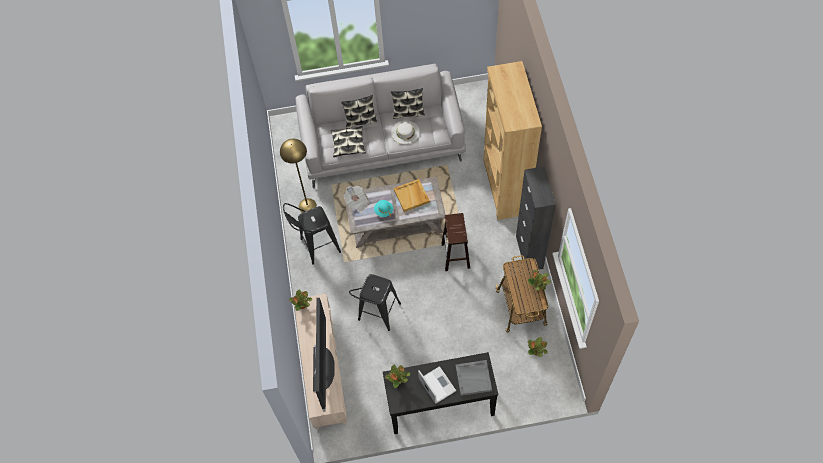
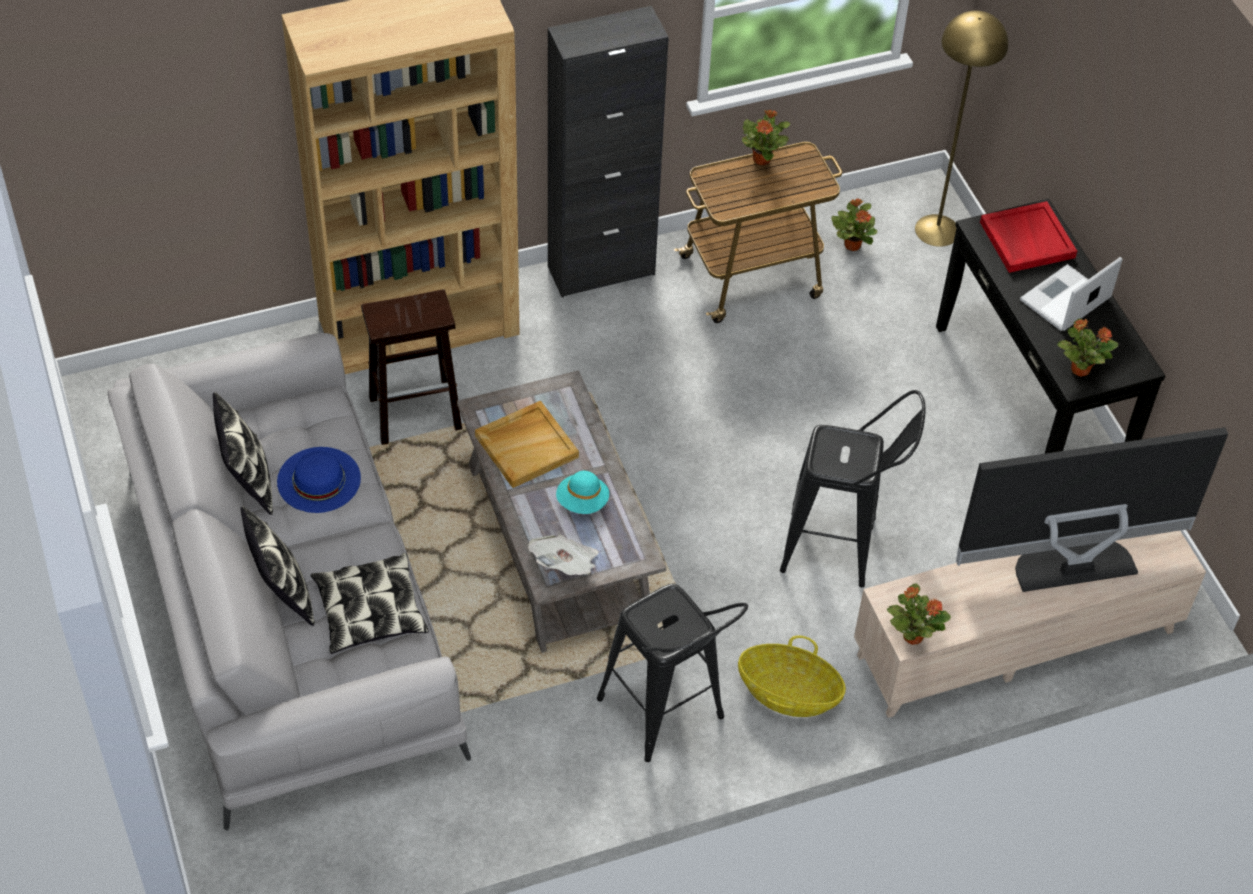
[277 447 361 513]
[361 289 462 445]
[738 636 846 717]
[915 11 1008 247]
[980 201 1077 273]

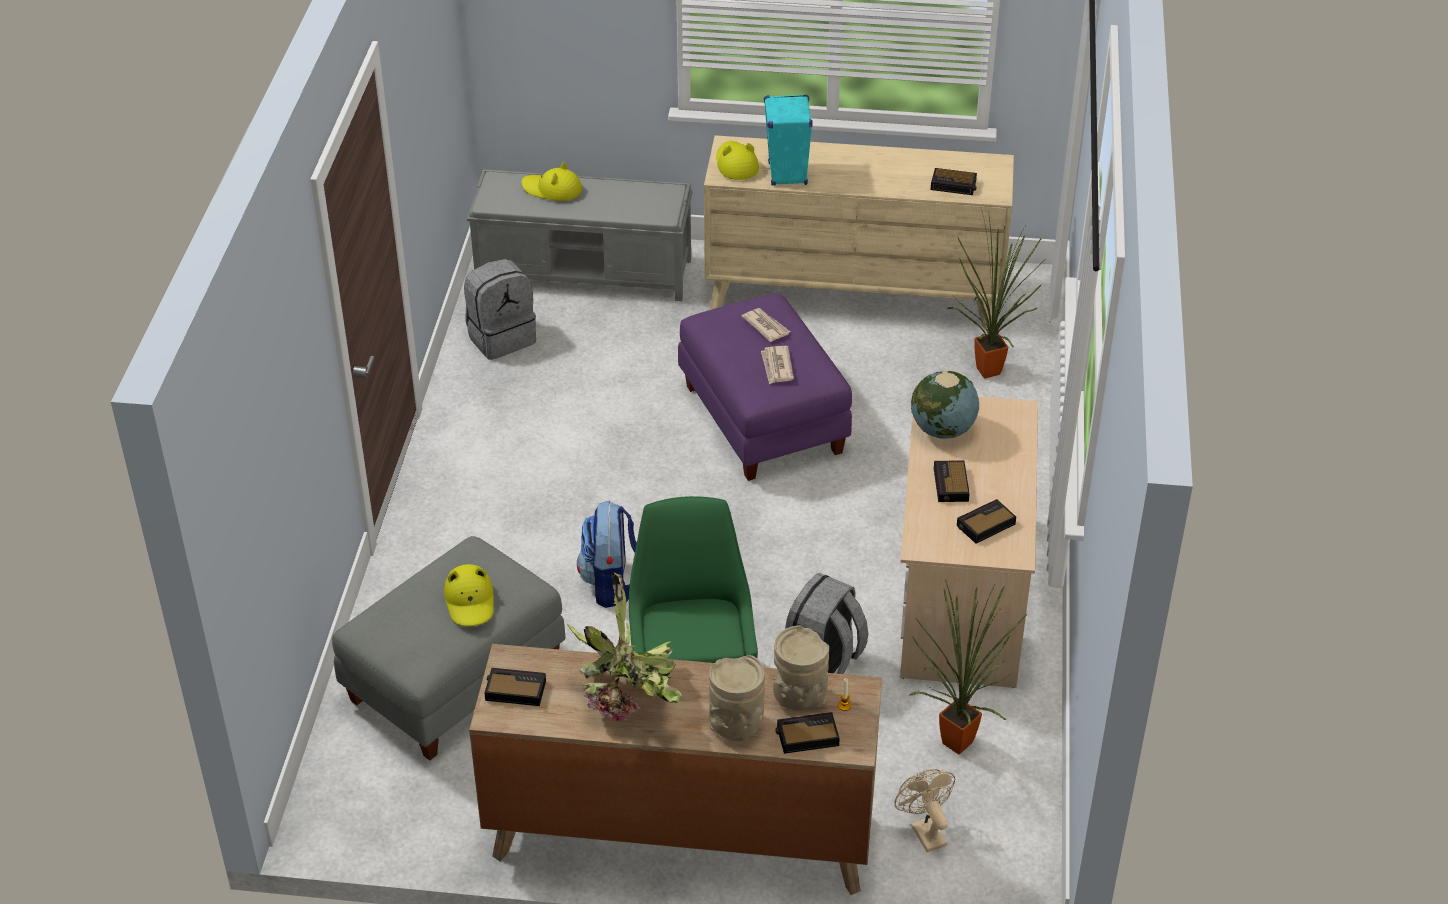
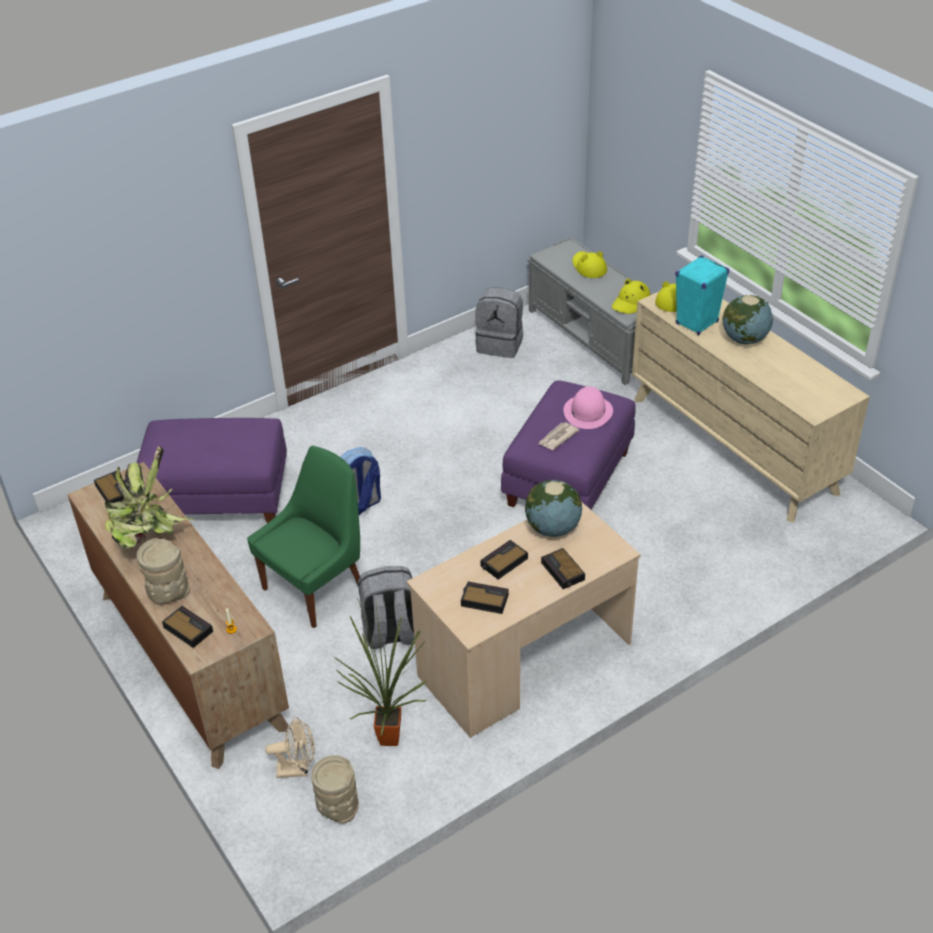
[136 418 287 523]
[265 717 314 778]
[311 755 359 823]
[541 548 585 589]
[563 386 613 429]
[612 279 650 314]
[723 295 773 344]
[947 209 1042 378] (first image)

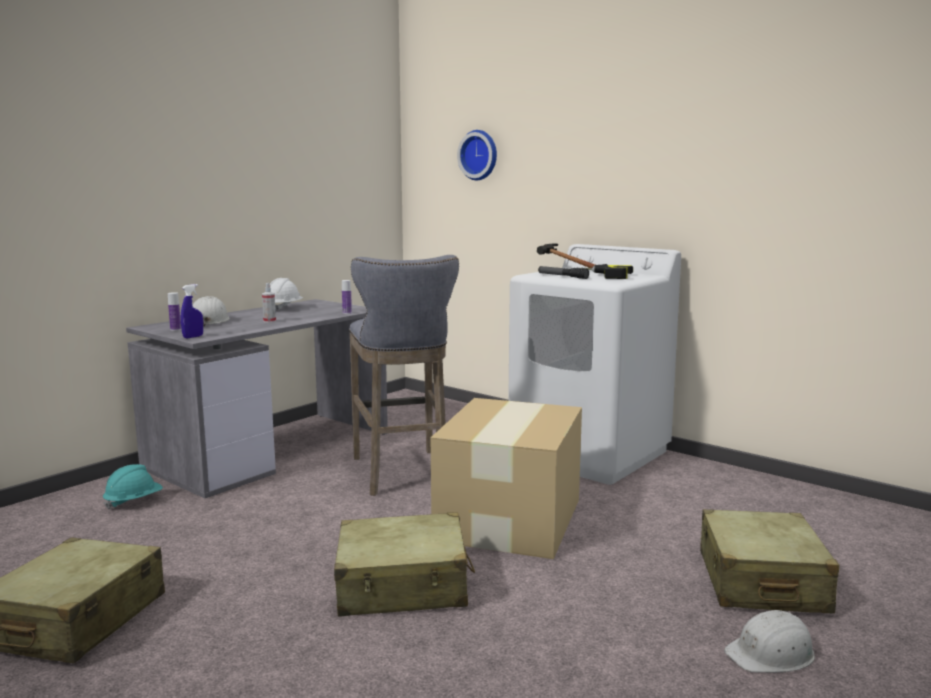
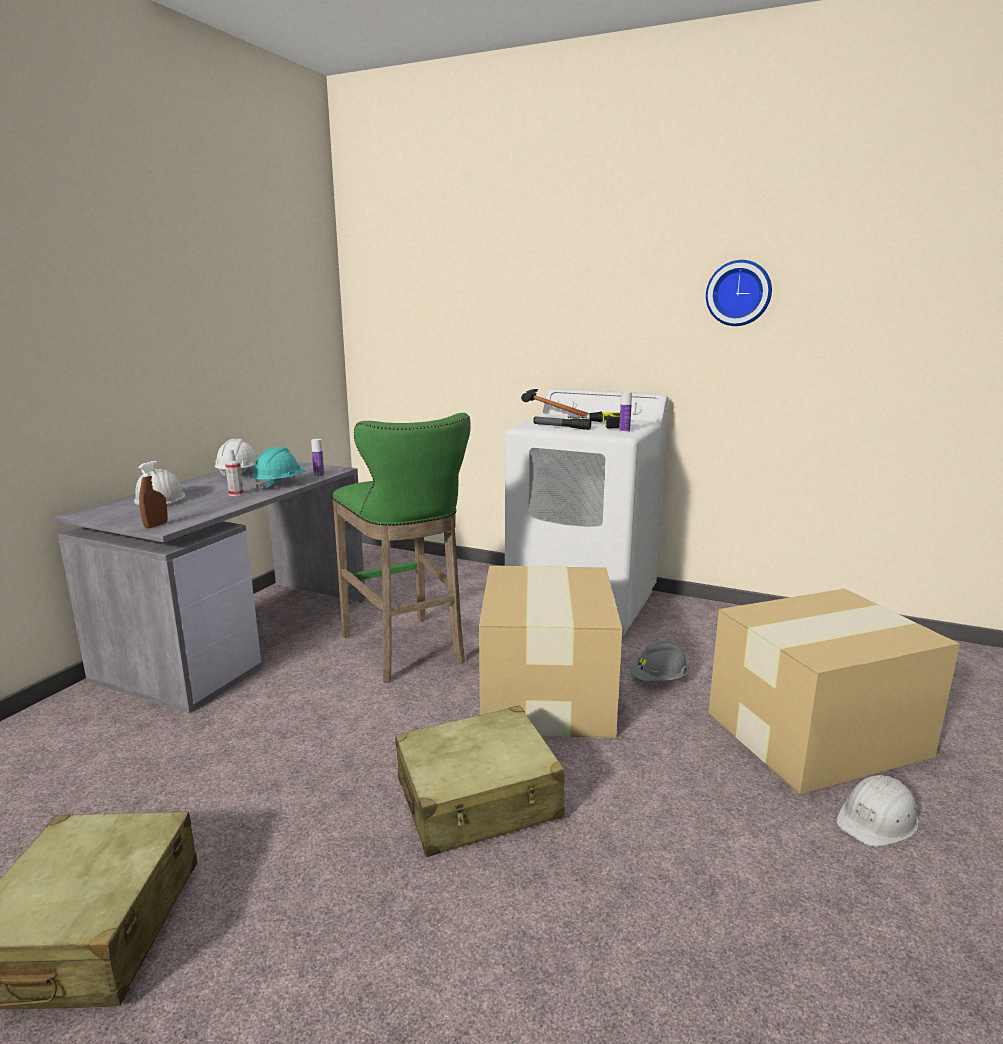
[138 461 168 528]
[252 447 306 490]
[332 413 470 683]
[619 392 632 432]
[630 641 689 681]
[706 260 772 326]
[709 588 960 794]

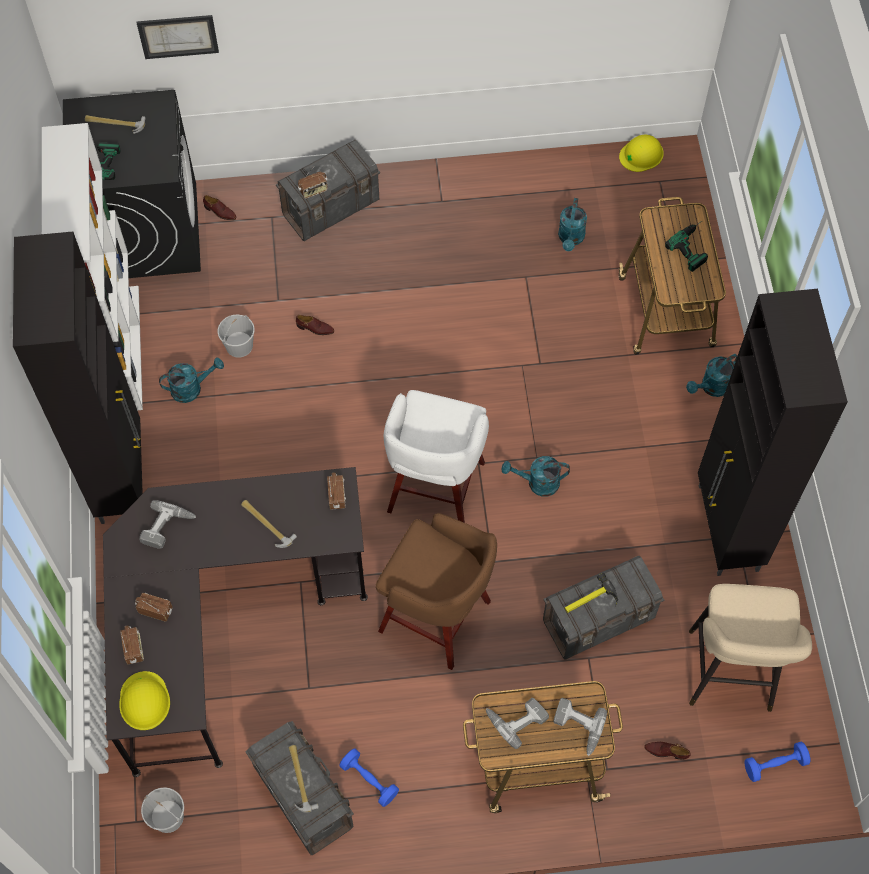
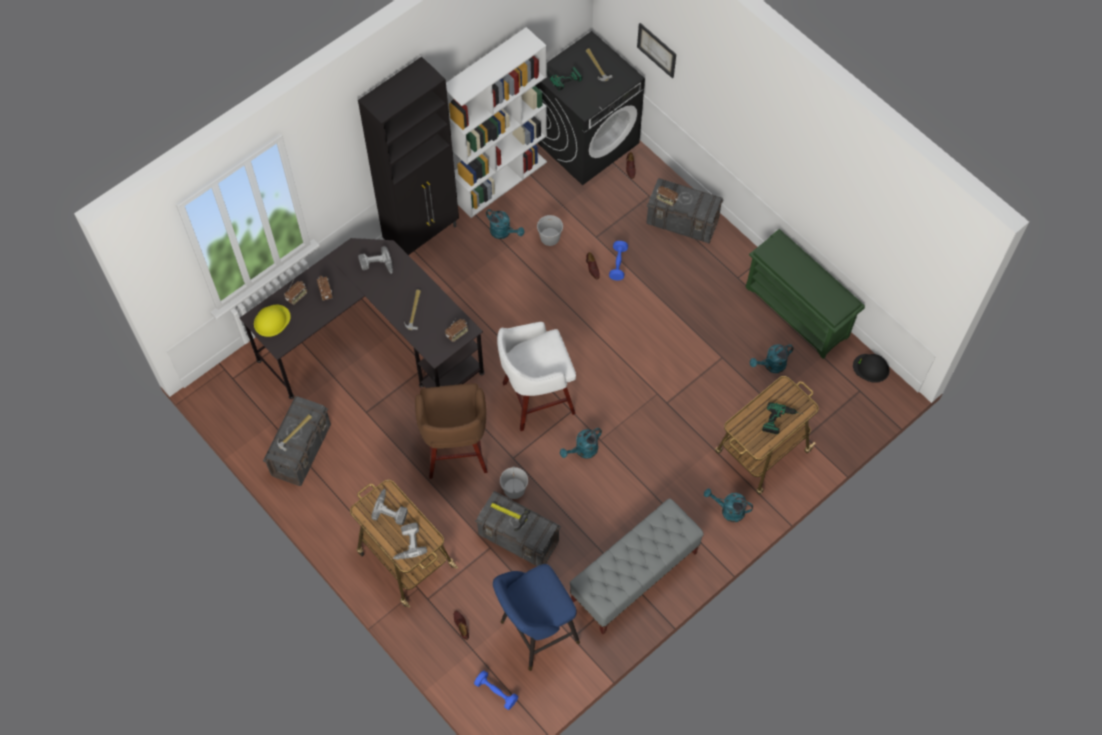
[493 564 580 671]
[500 466 528 499]
[560 428 602 459]
[570 498 704 634]
[609 241 628 281]
[745 229 865 359]
[853 354 890 383]

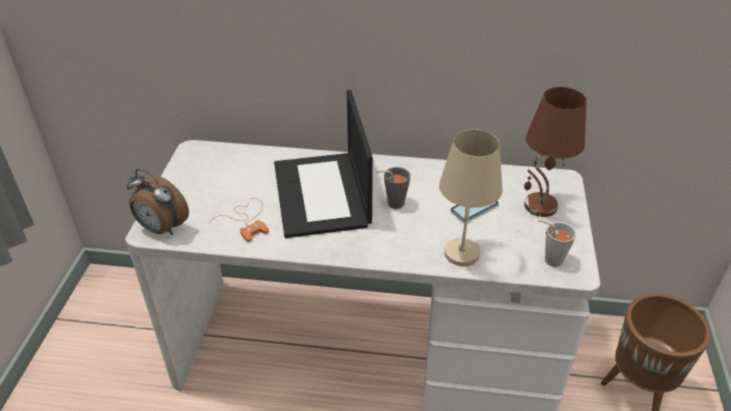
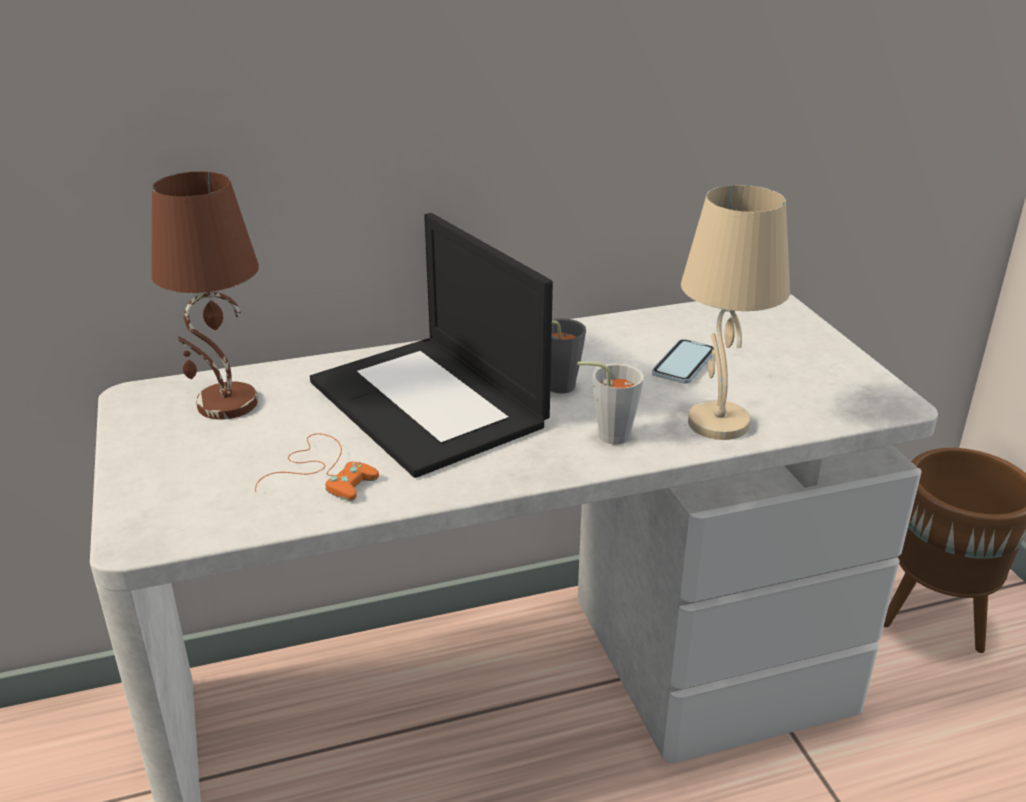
[151 171 259 420]
[578 362 644 445]
[127 169 189 235] (first image)

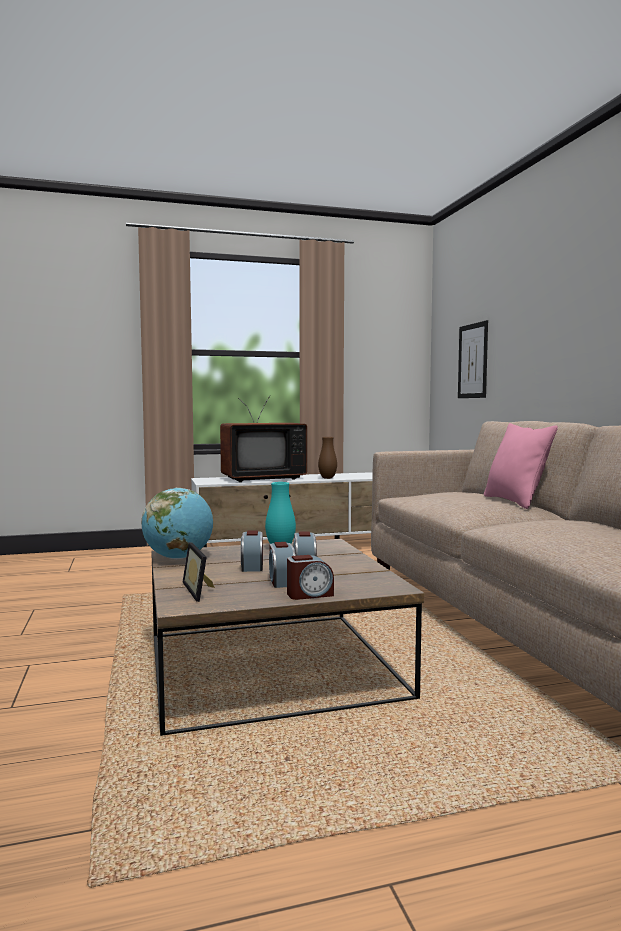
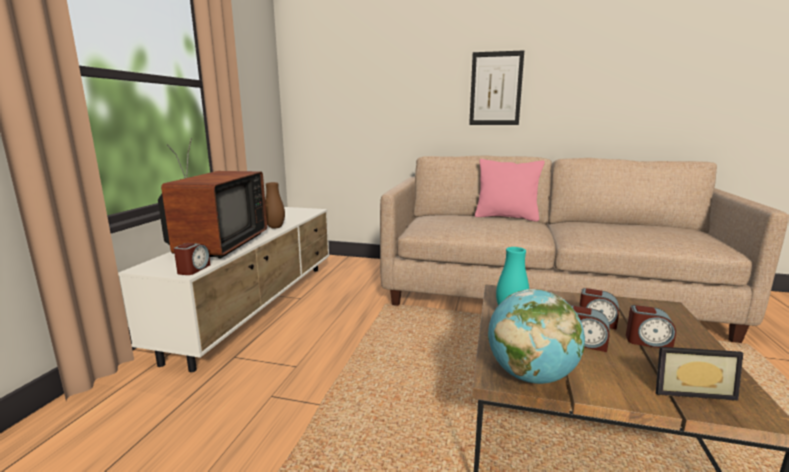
[174 243 210 275]
[469 50 524 125]

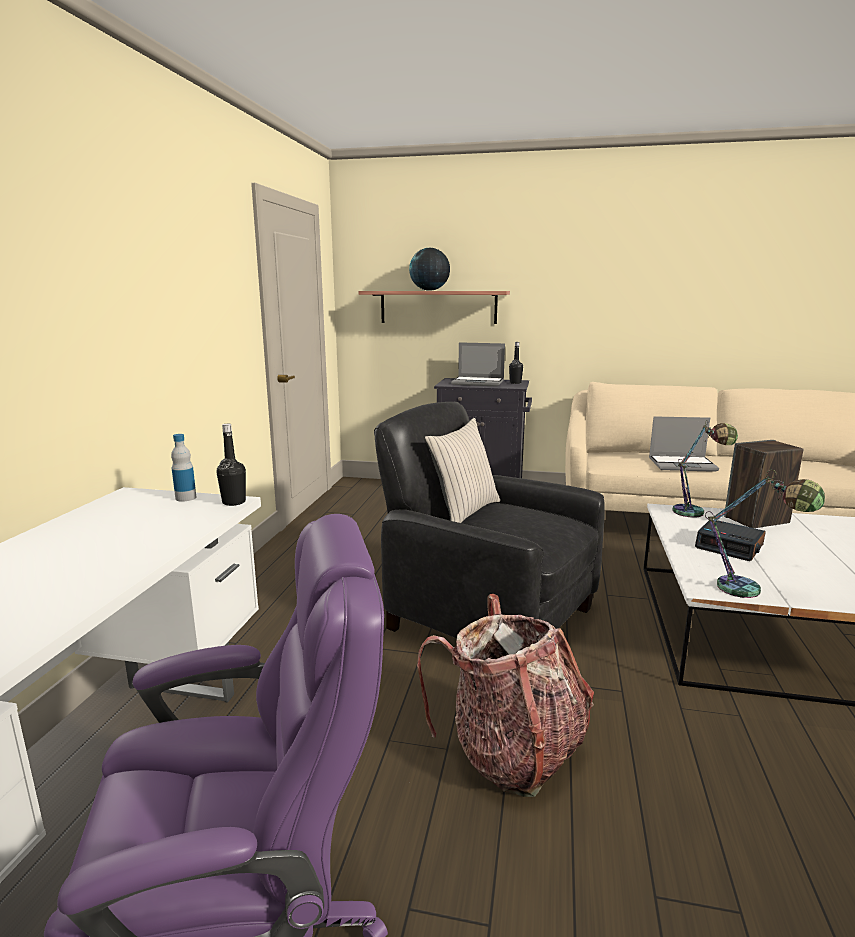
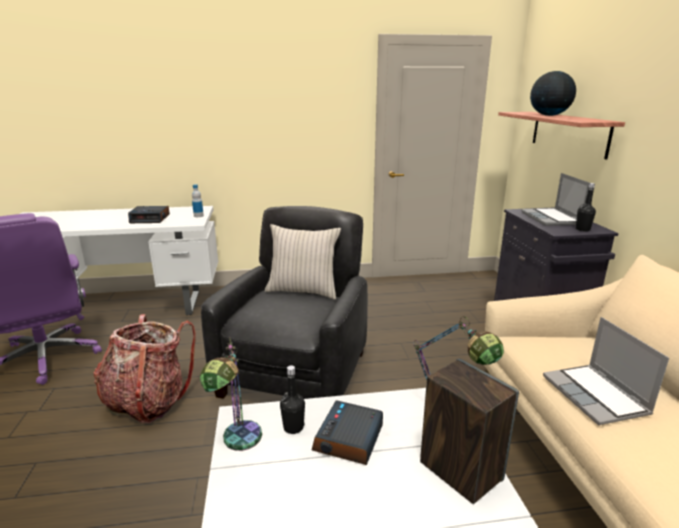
[128 206 170 223]
[280 365 305 434]

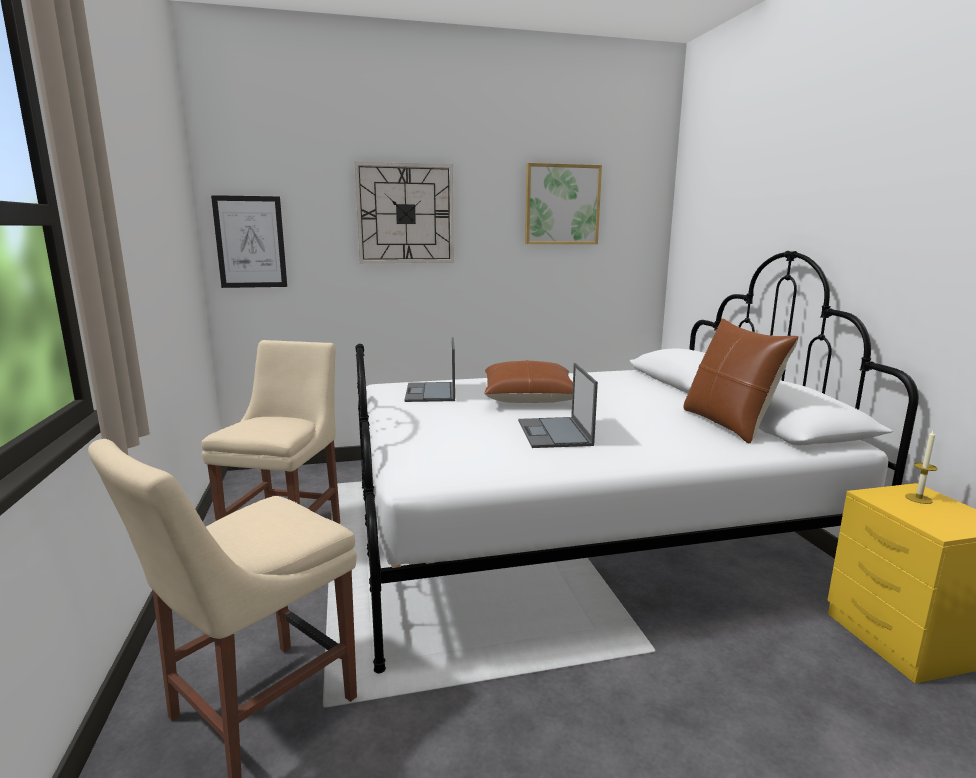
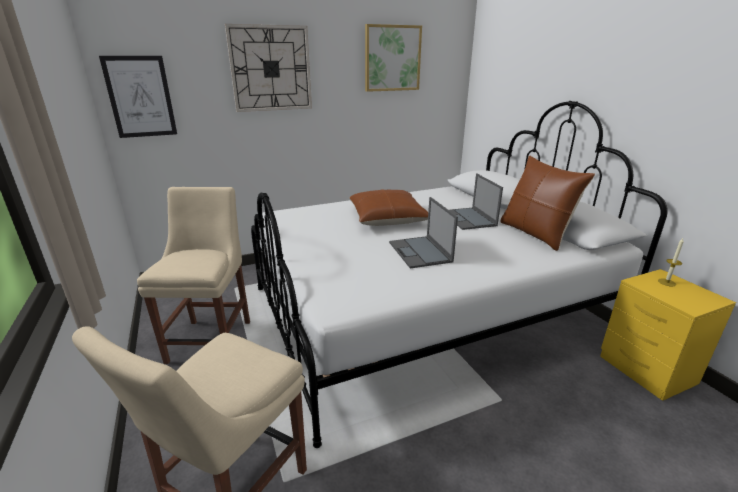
[449 174 503 230]

